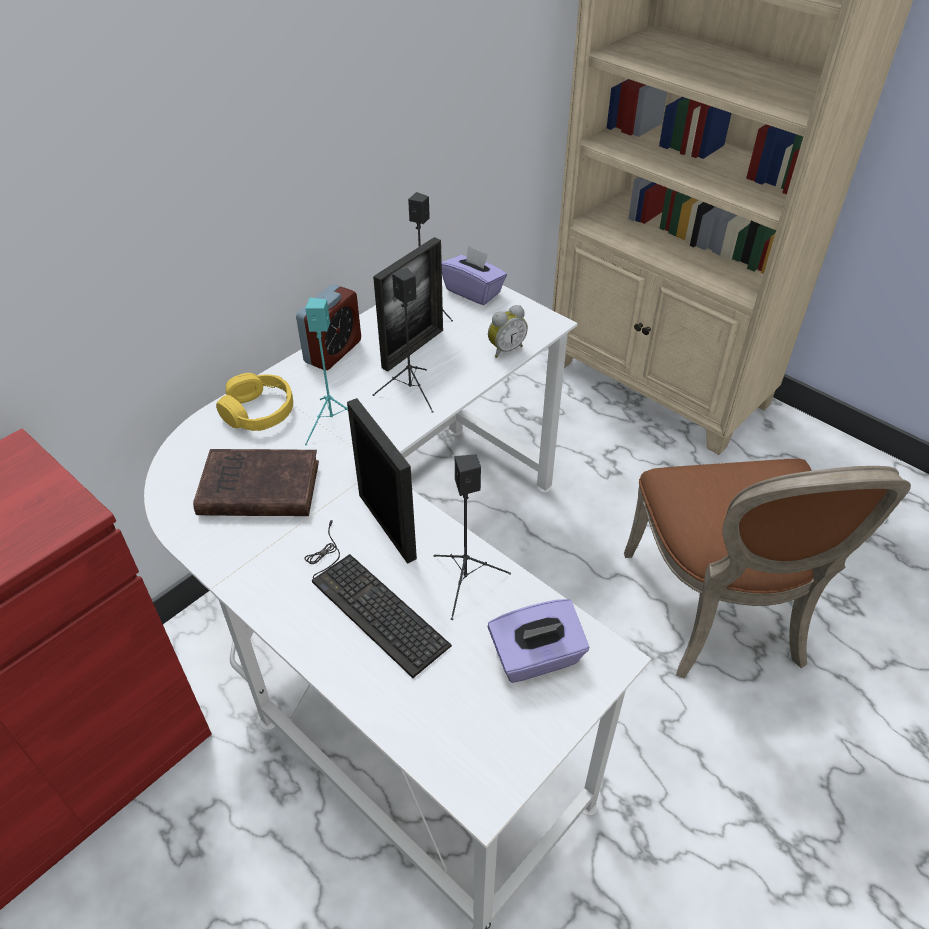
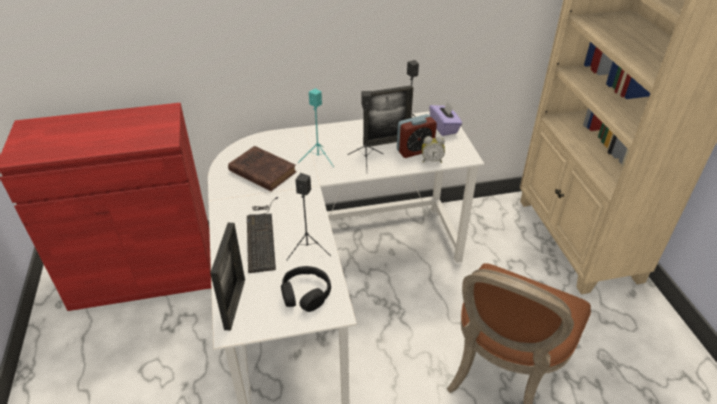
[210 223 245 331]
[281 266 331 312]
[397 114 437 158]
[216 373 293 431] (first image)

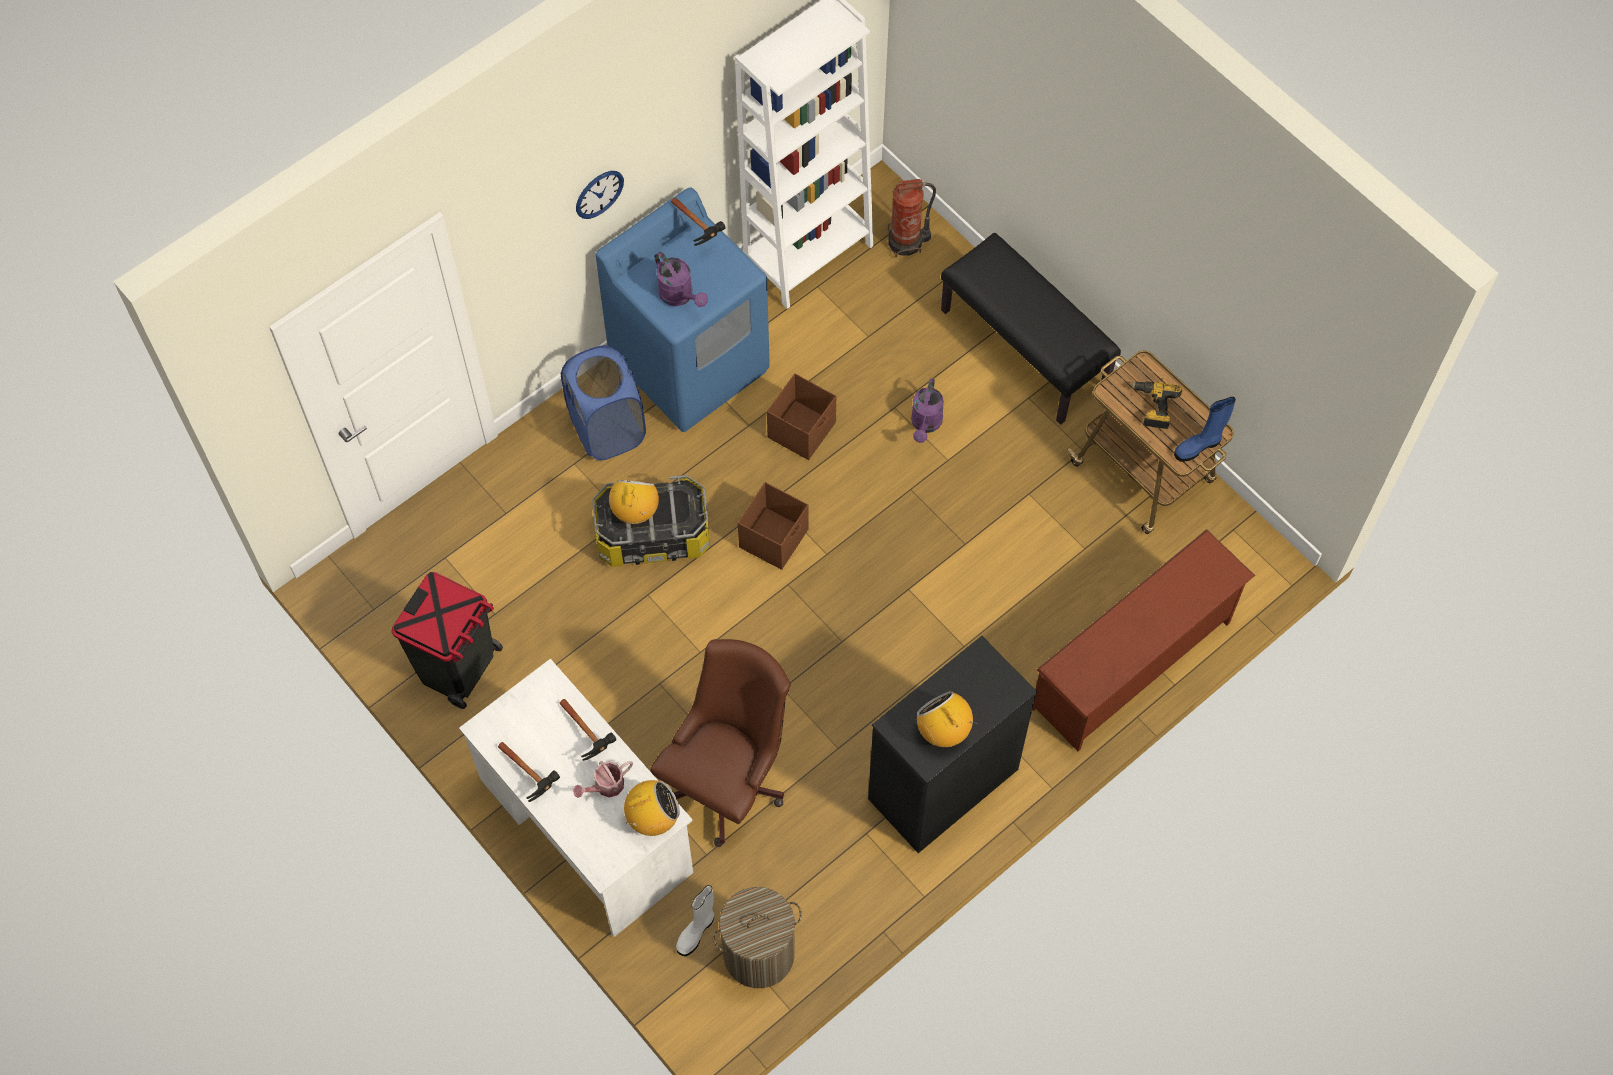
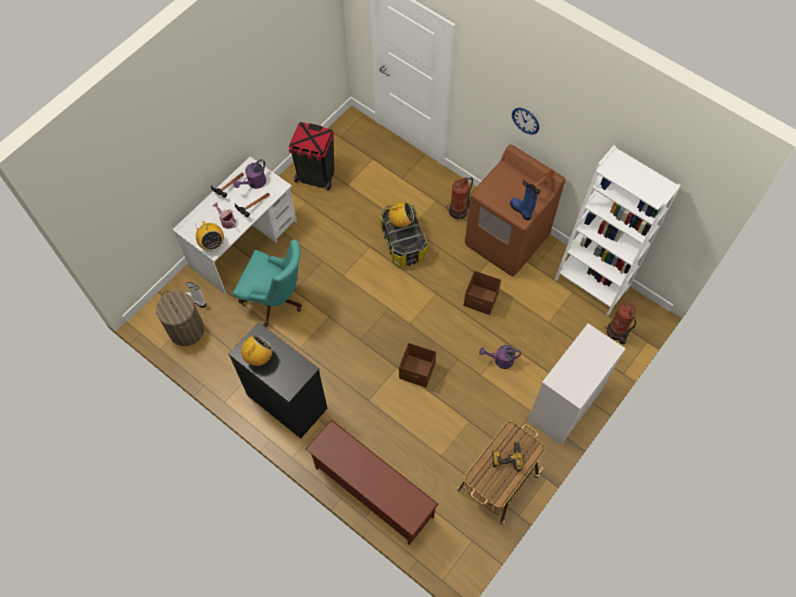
[233 159 266 189]
[233 239 302 327]
[399 343 436 388]
[447 177 473 221]
[465 144 565 277]
[510 187 537 220]
[528 323 626 445]

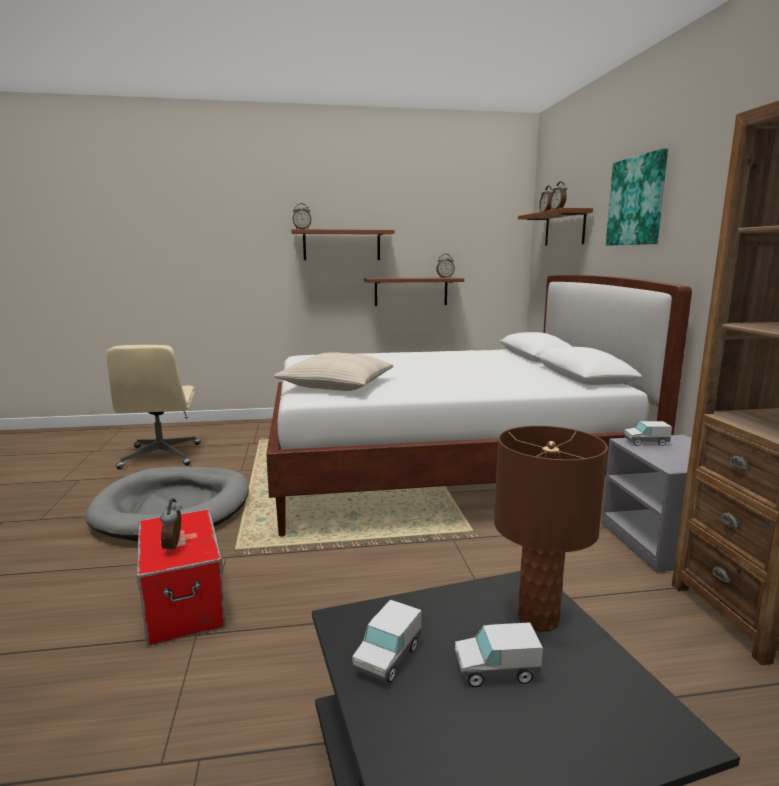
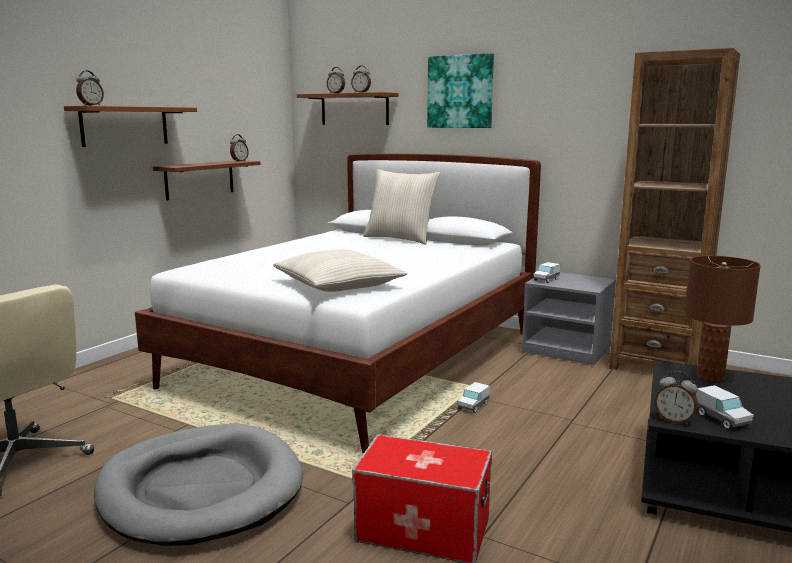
[363 169 440 244]
[458 382 490 413]
[655 371 698 425]

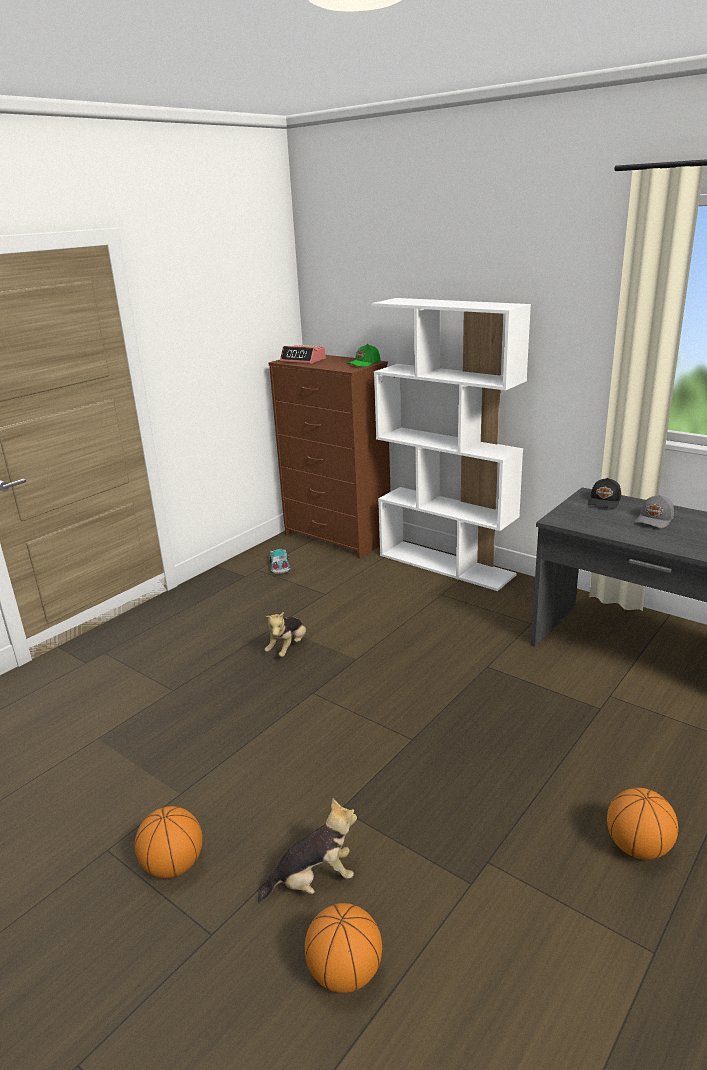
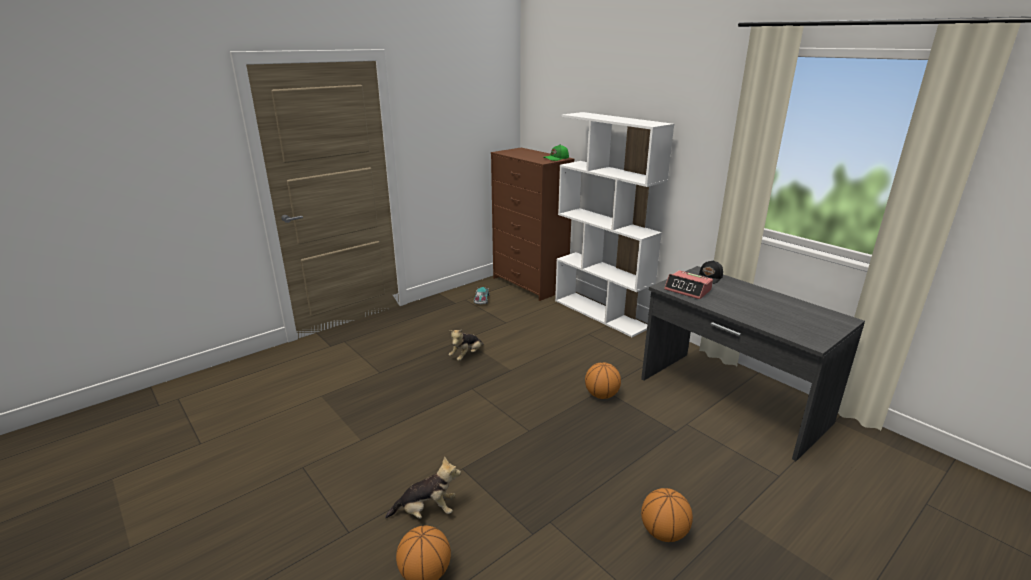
[585 362 621 399]
[664 270 713 299]
[635 495 674 528] (first image)

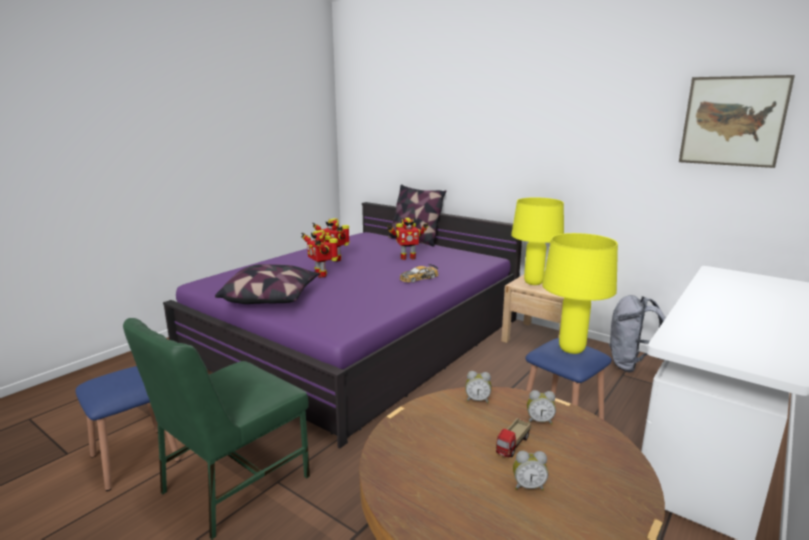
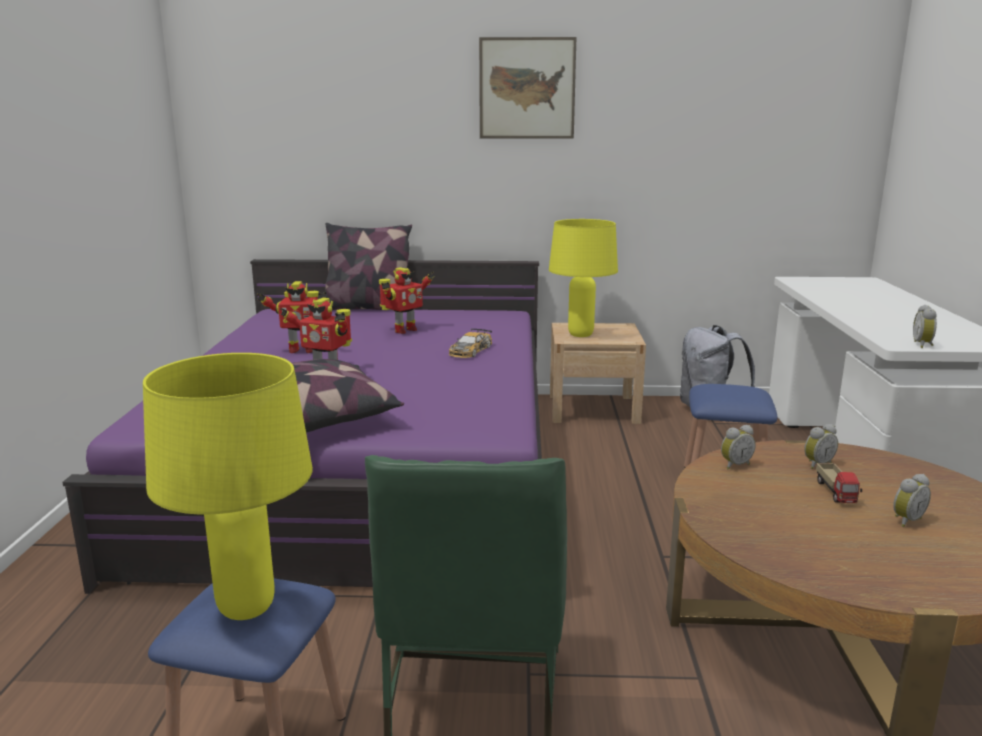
[143 353 313 620]
[479 37 576 138]
[913 305 937 348]

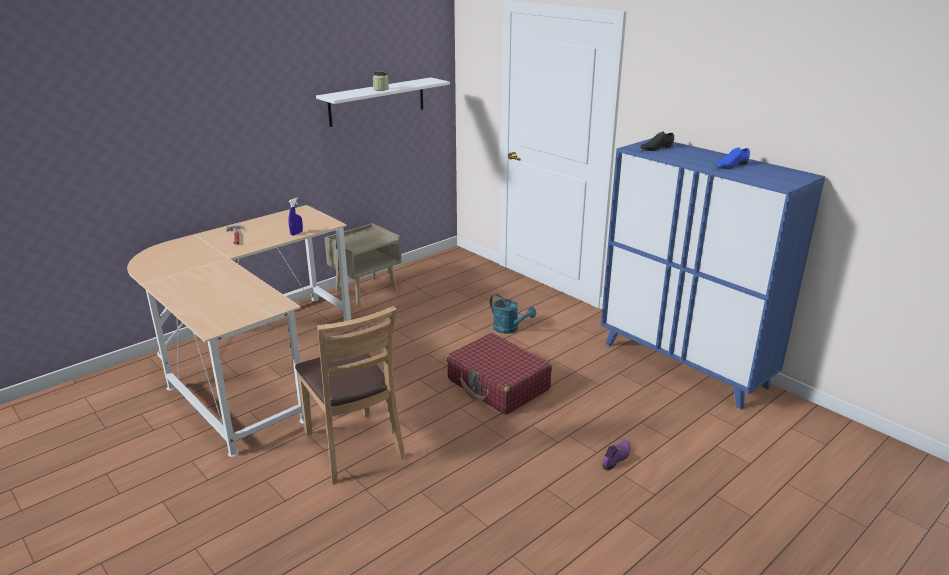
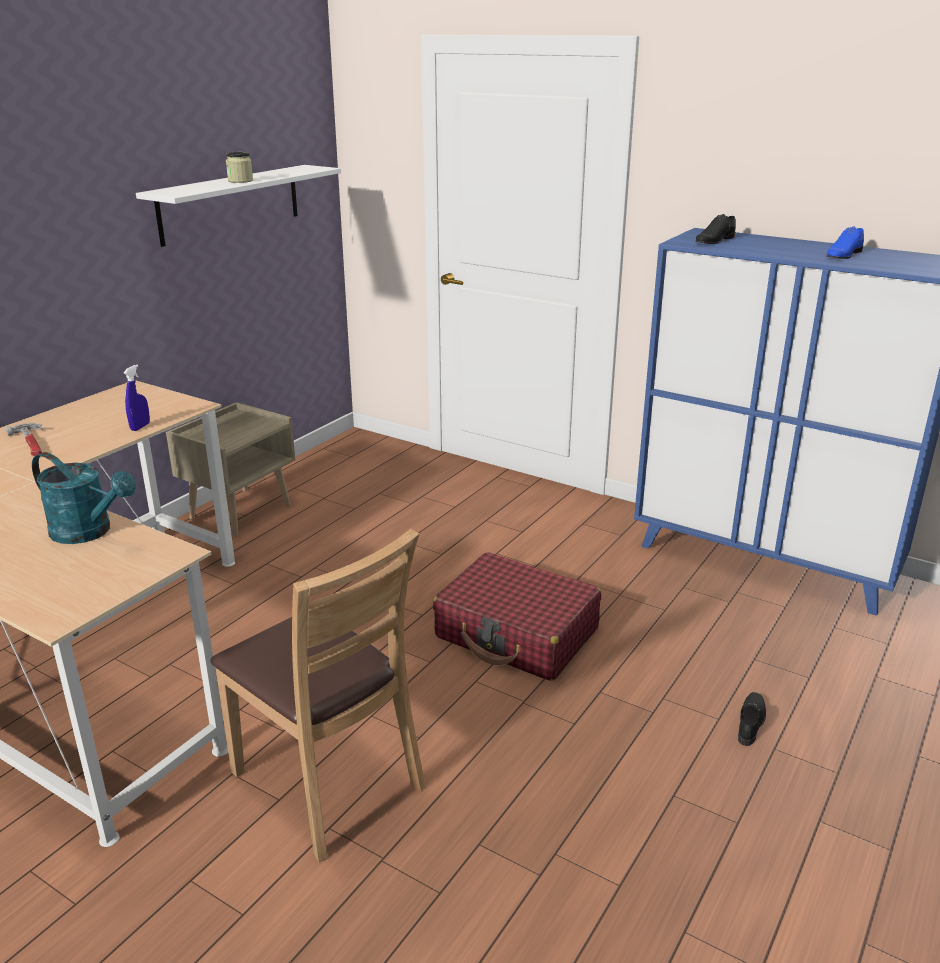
[32 452 136 544]
[738 692 766 746]

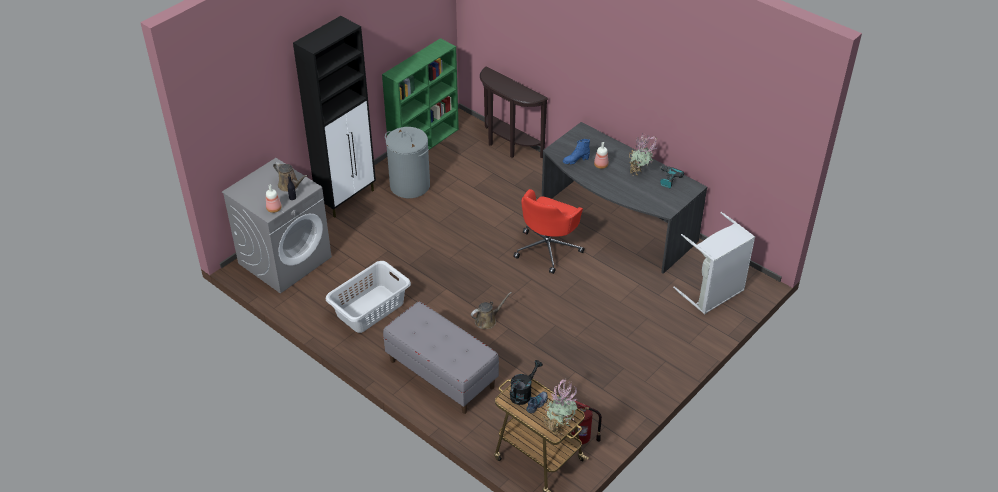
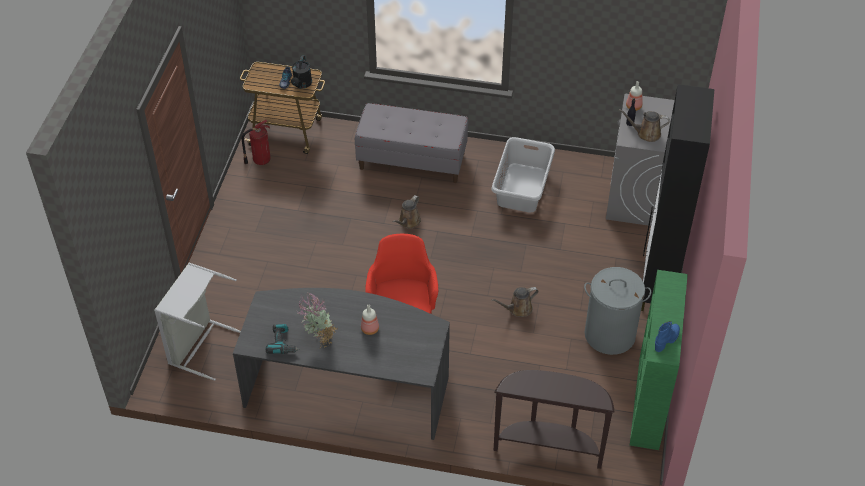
[491 287 538 317]
[655 321 680 352]
[539 378 578 435] (first image)

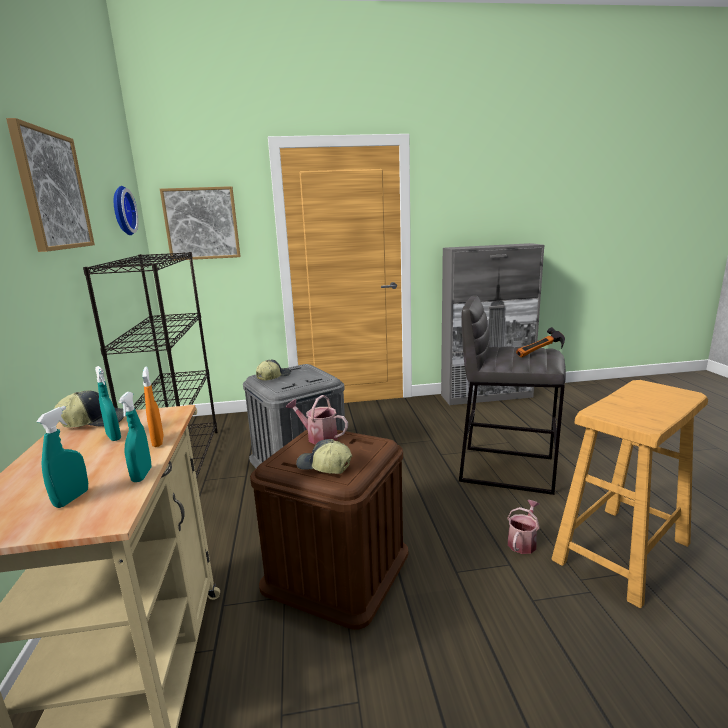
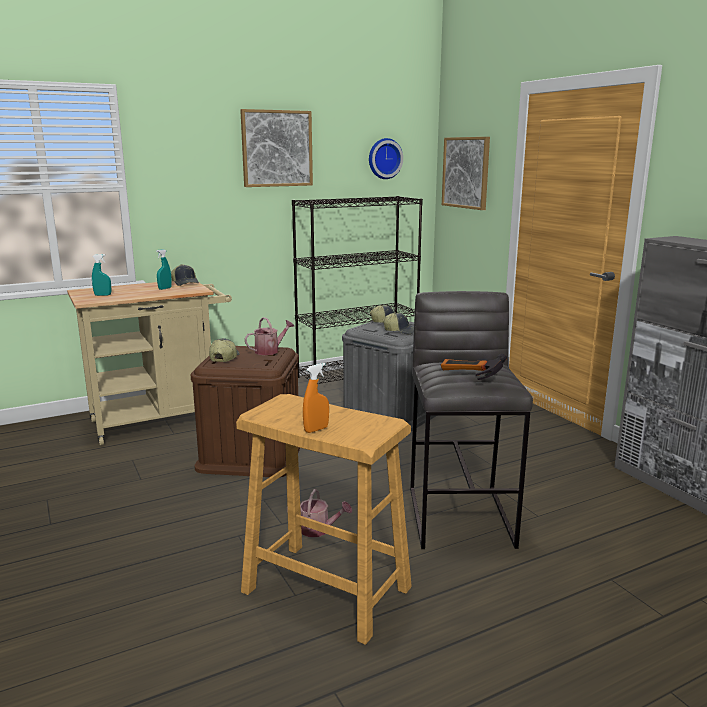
[245 317 294 355]
[303 363 329 433]
[383 313 414 334]
[118 392 152 482] (first image)

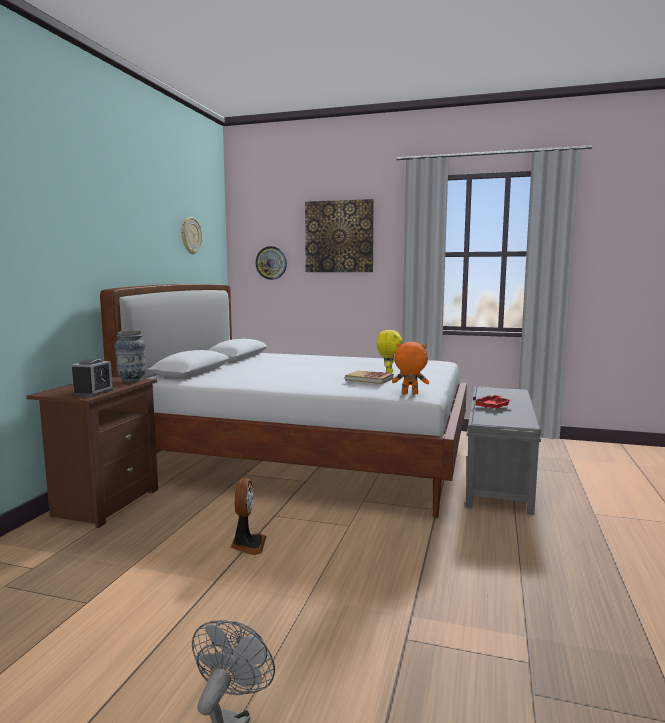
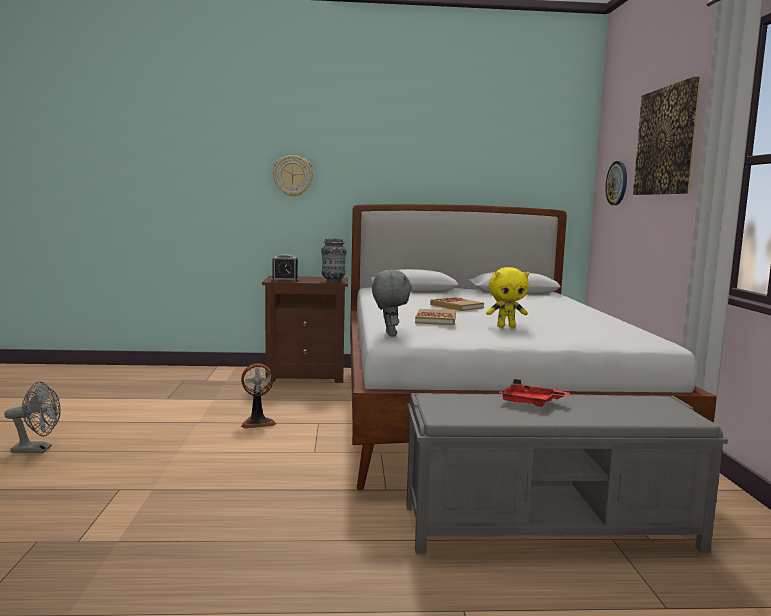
[272 155 313 197]
[372 270 412 337]
[430 297 484 311]

